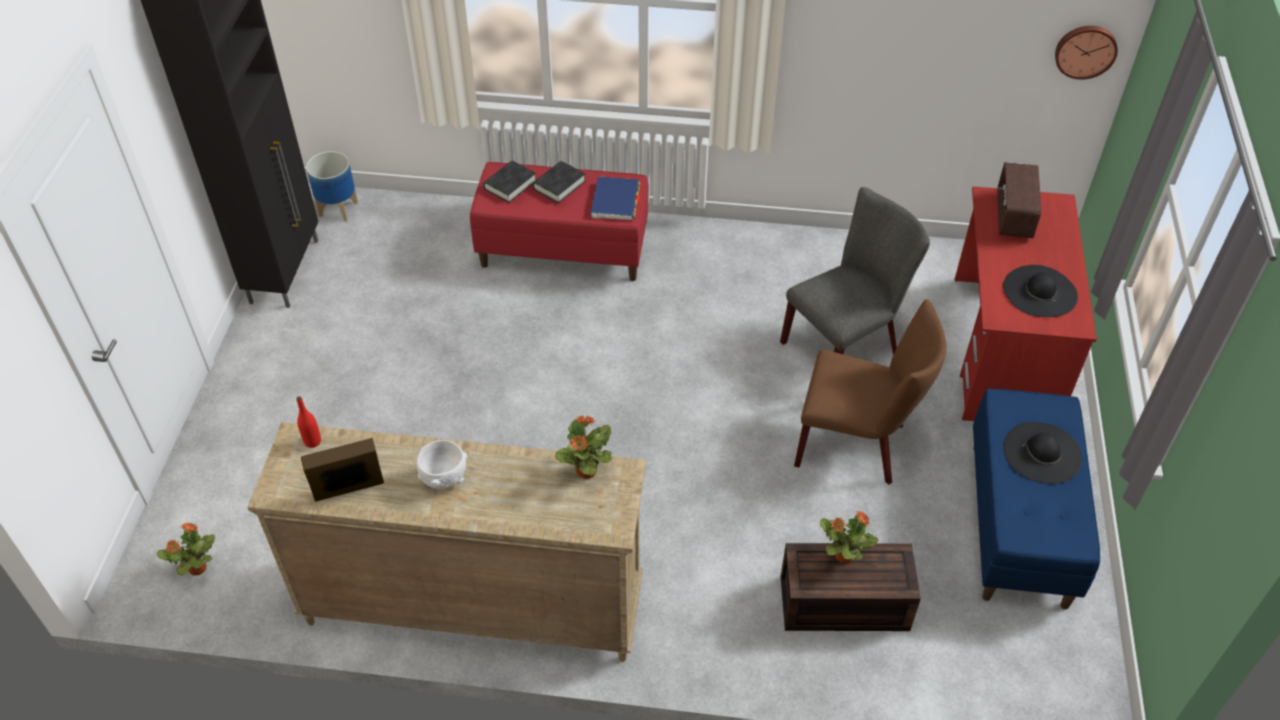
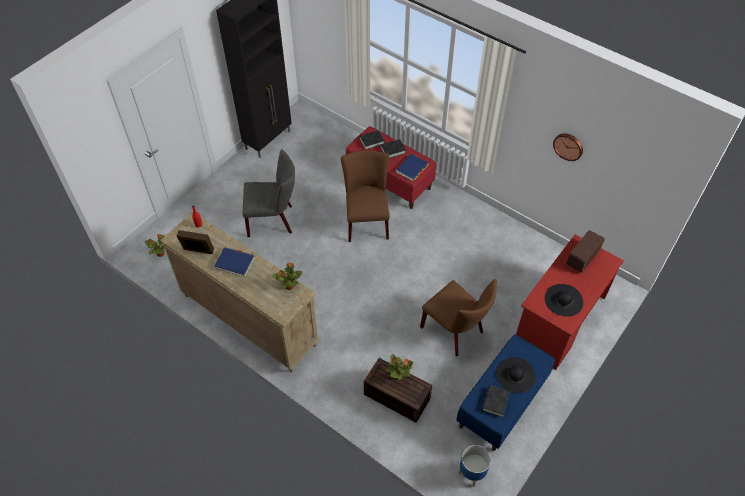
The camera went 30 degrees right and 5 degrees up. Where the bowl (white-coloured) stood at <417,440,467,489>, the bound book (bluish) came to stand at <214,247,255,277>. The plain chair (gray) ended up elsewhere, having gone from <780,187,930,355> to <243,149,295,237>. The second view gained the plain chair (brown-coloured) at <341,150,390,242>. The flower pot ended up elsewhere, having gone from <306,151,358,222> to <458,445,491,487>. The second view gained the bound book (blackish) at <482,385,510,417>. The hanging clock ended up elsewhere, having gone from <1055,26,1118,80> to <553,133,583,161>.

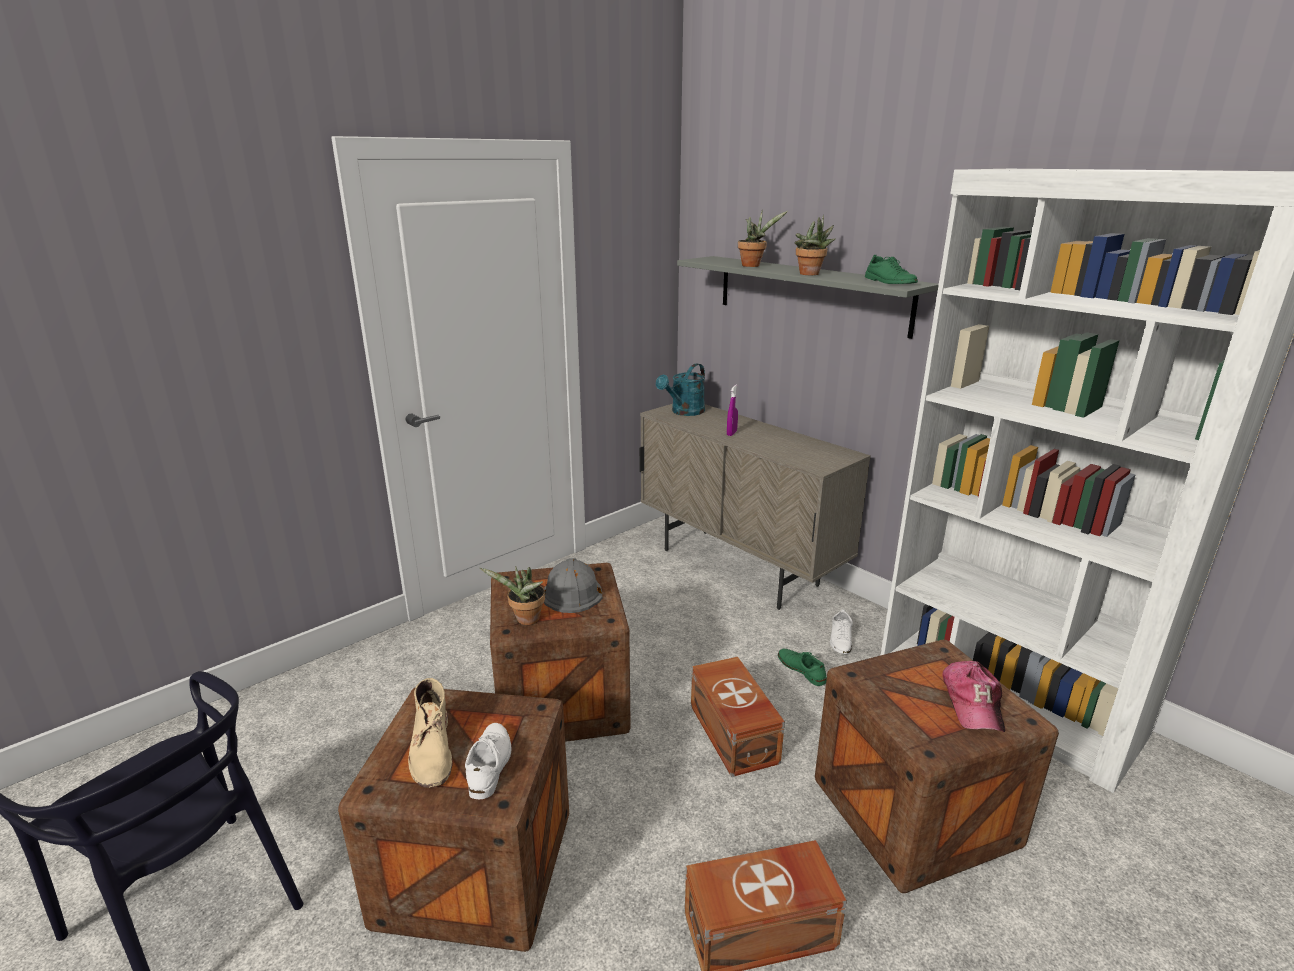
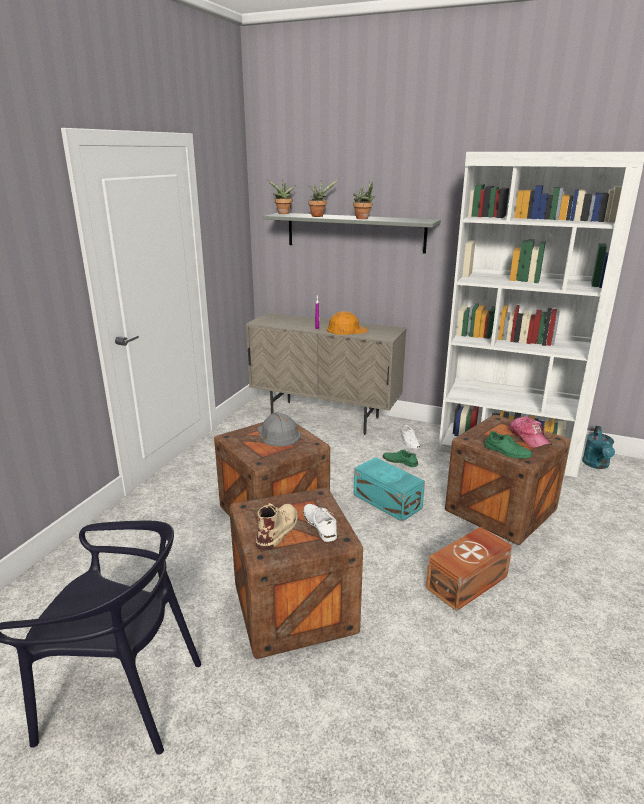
The camera went 25 degrees left and 0 degrees up. The boot (beige) at <408,678,452,788> ended up facing another way, 120 degrees counterclockwise from before. The houseplant ended up elsewhere, having gone from <480,566,545,625> to <267,179,295,214>. The second view gained the work helmet (orange-coloured) at <327,312,368,335>. What was the storage box (brown-coloured) at <691,657,785,777> turned into the storage box (turquoise) at <354,457,425,522>. The low shoe (greenish) ended up elsewhere, having gone from <865,255,918,284> to <484,430,532,459>. The sprinkling can (turquoise) ended up elsewhere, having gone from <656,363,705,416> to <582,426,615,469>.

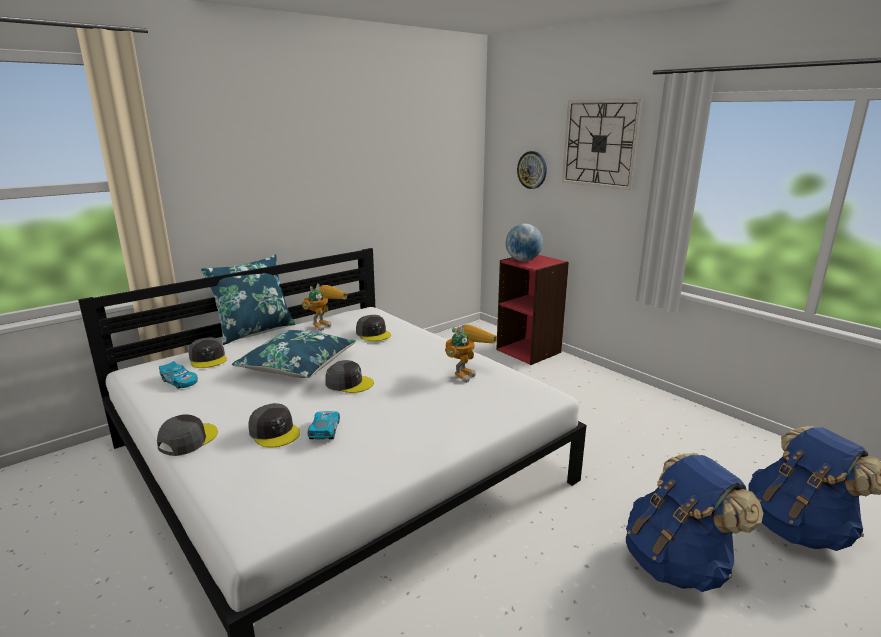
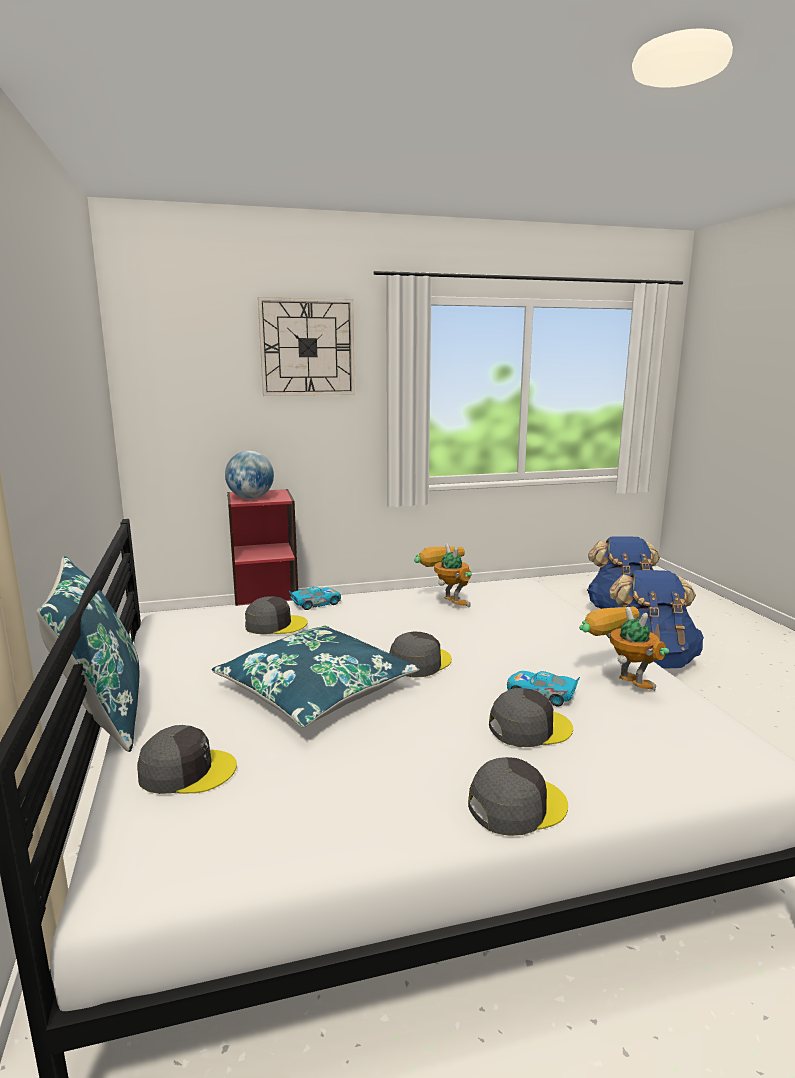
The camera went 65 degrees left and 5 degrees down. The miniature car ended up elsewhere, having gone from <159,361,198,389> to <289,587,341,610>. The cap (gray) at <157,414,218,456> ended up facing another way, 105 degrees clockwise from before. The toy robot ended up elsewhere, having gone from <302,284,347,331> to <579,606,669,691>. The second view lost the hanging clock at <517,151,547,189>.

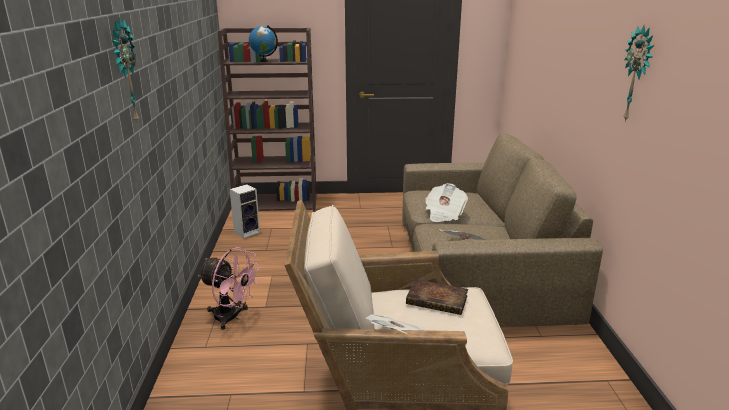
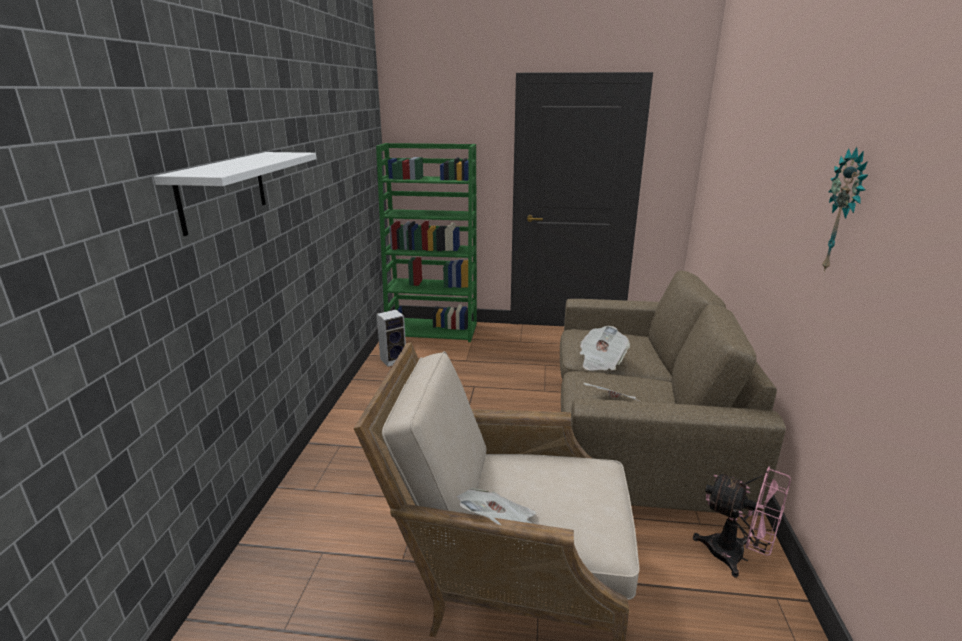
The camera went 10 degrees right and 0 degrees up. Where the hanging clock hung at <112,17,139,122>, the shelf (white-coloured) came to hang at <153,152,317,236>. What was the bookshelf (brown-coloured) at <218,28,317,212> turned into the bookshelf (greenish) at <376,143,477,342>. The fan (pinkish) ended up elsewhere, having gone from <198,247,261,330> to <693,466,791,578>. The second view lost the desk globe at <249,25,278,62>. The second view lost the bound book at <406,279,468,315>.

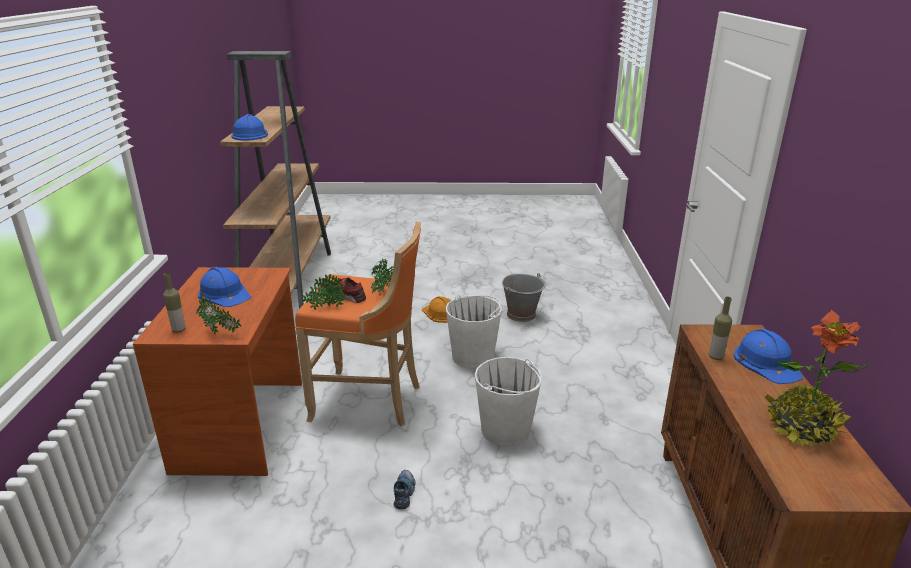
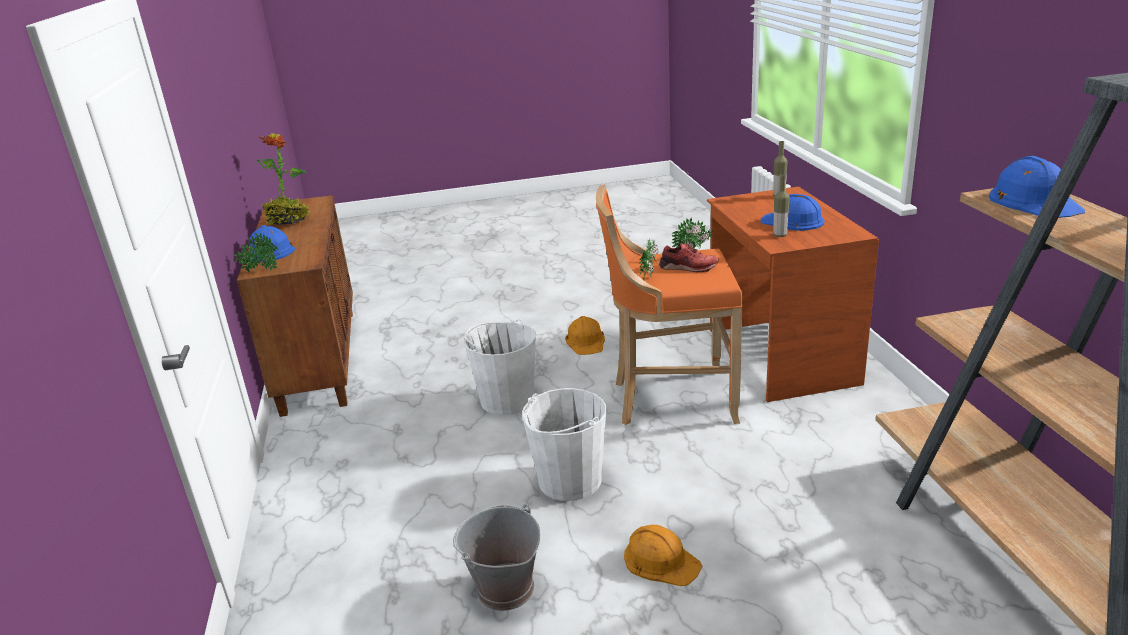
The camera went 170 degrees right and 0 degrees up. The houseplant ended up elsewhere, having gone from <196,297,242,334> to <234,233,278,272>. Where the low shoe stood at <393,470,416,509>, the work helmet (orange-coloured) came to stand at <565,316,605,355>. The bottle ended up elsewhere, having gone from <709,297,732,360> to <773,174,790,237>.

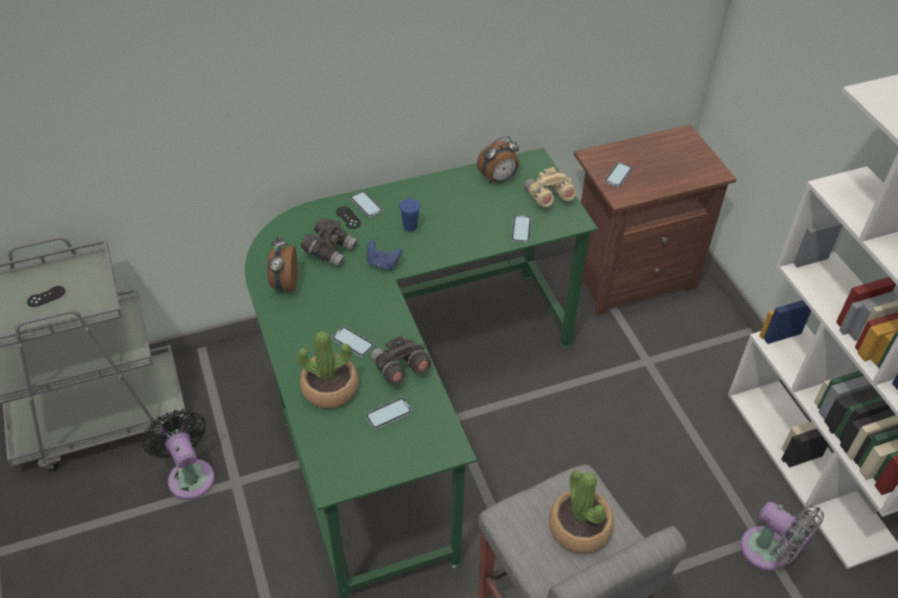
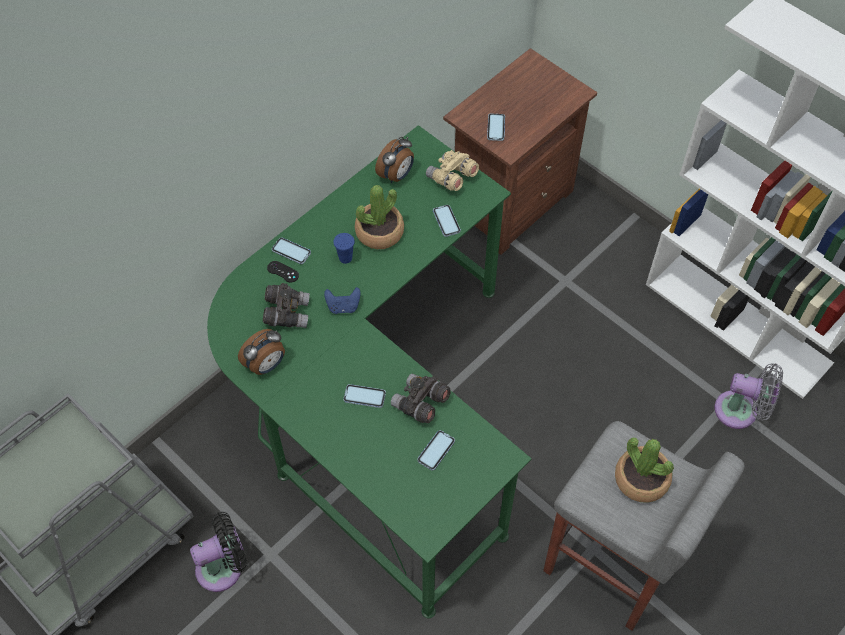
The camera went 25 degrees left and 10 degrees up. The fan (blackish) at <143,409,215,500> ended up facing another way, 120 degrees clockwise from before. The bedside clock at <267,236,297,293> ended up facing another way, 105 degrees counterclockwise from before. The houseplant ended up elsewhere, having gone from <297,331,358,409> to <355,185,404,249>. The second view lost the game controller (blackish) at <27,286,65,307>.

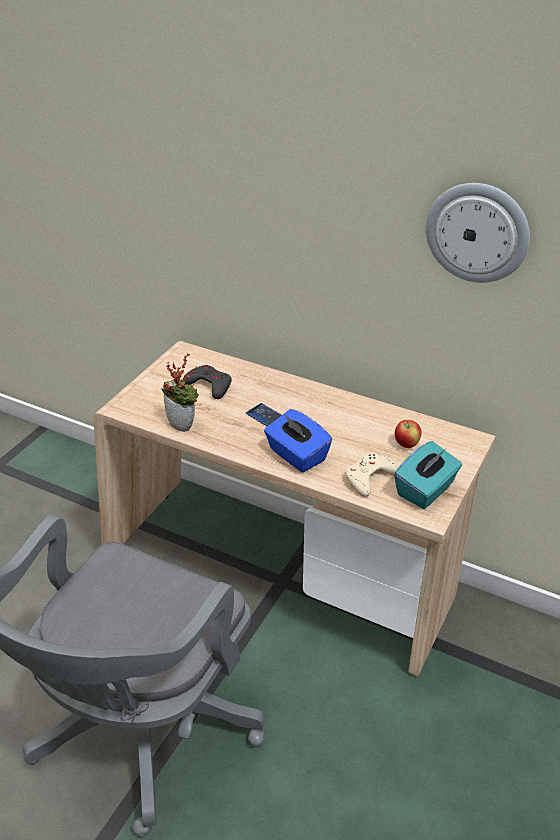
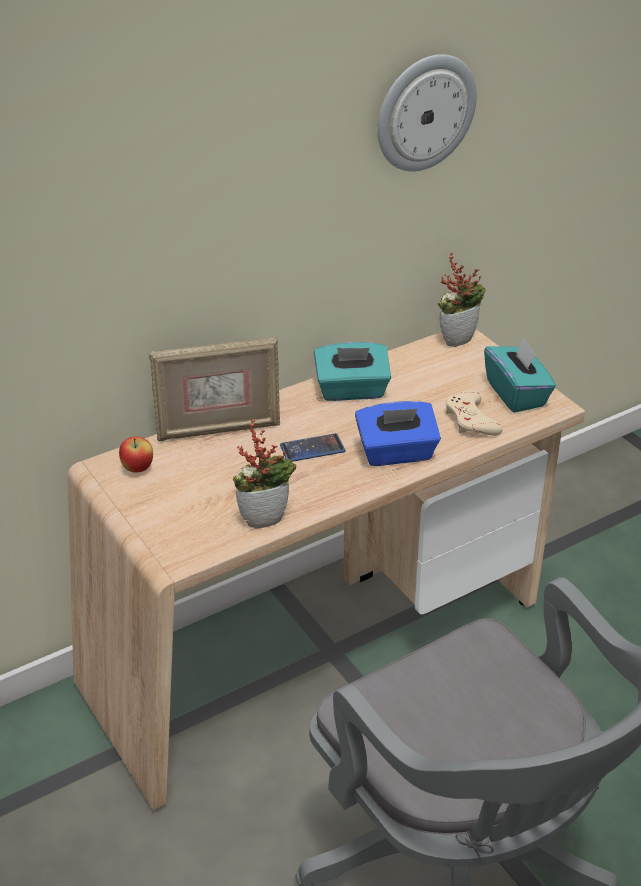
The camera went 60 degrees left and 0 degrees up. The apple fruit ended up elsewhere, having gone from <395,420,422,448> to <119,436,153,473>. The second view gained the picture frame at <149,338,280,441>. The second view gained the box of tissues (turquoise) at <314,342,391,401>. The second view gained the houseplant at <438,253,485,347>. The second view lost the game controller (gray) at <183,365,232,399>.

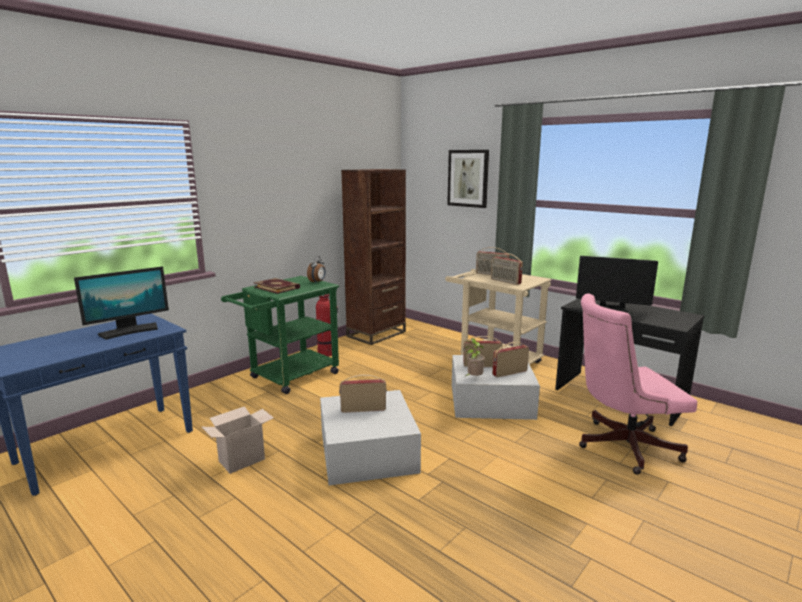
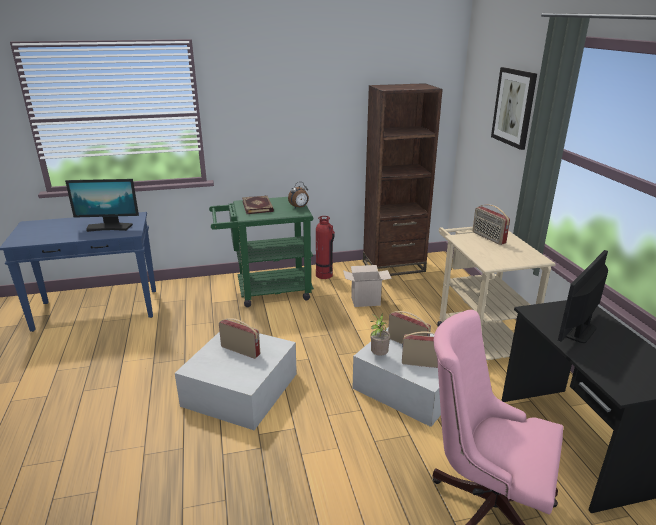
The camera went 35 degrees right and 10 degrees up. The carton ended up elsewhere, having gone from <202,406,274,474> to <343,265,392,307>. The monitor at <576,256,658,313> ended up facing another way, 75 degrees clockwise from before. The second view lost the radio receiver at <491,253,523,285>.

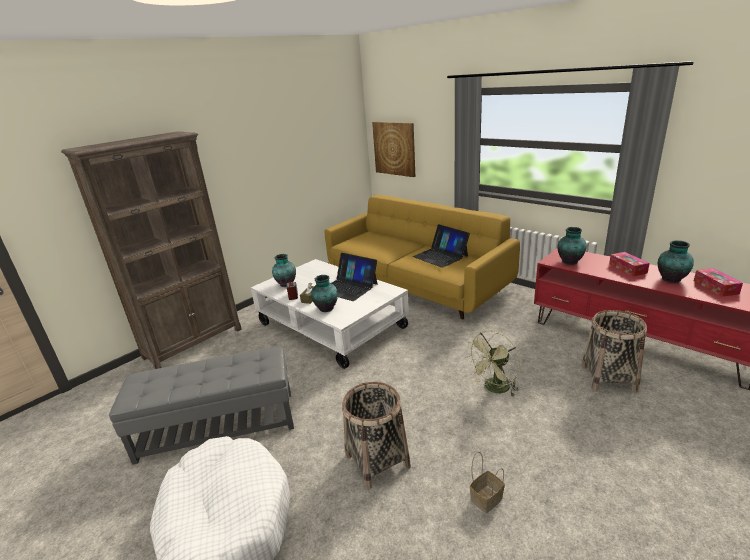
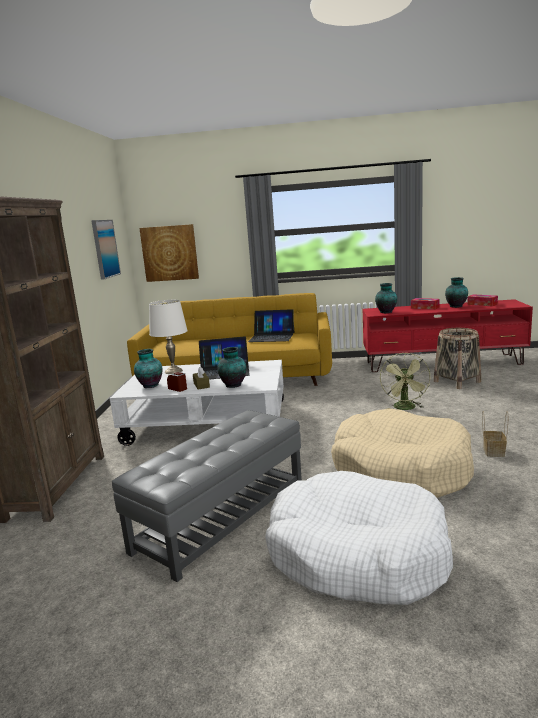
The camera went 40 degrees left and 10 degrees down. The second view gained the picture at <91,220,121,280>. The second view gained the tabletop lamp (white-coloured) at <149,300,188,374>. Where the storage basket stood at <342,382,411,490>, the pet bed (beige) came to stand at <331,409,474,498>.

